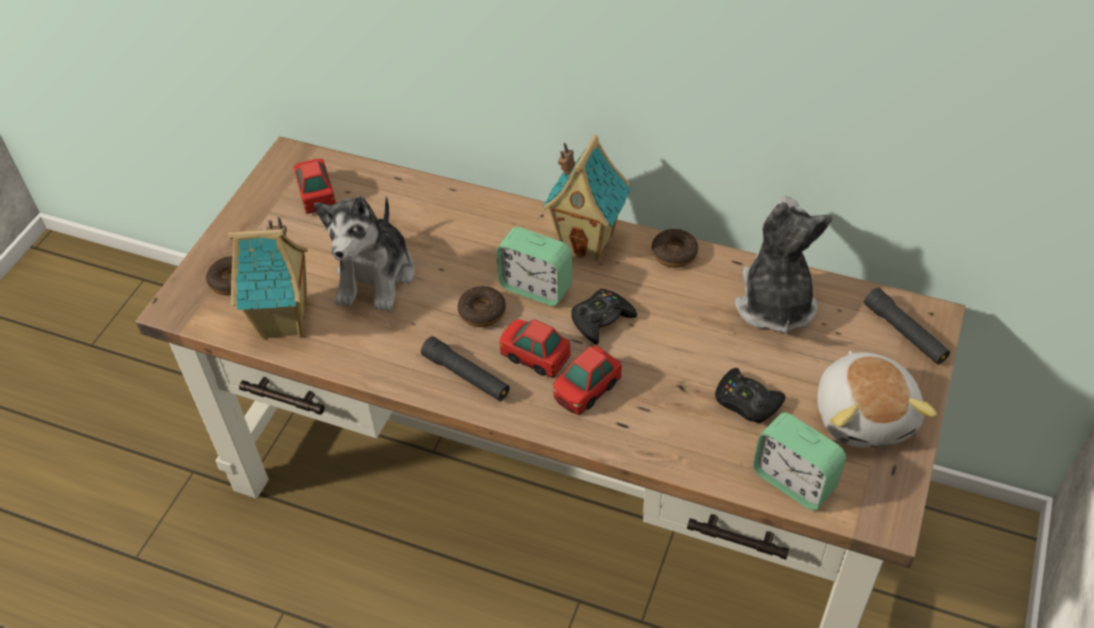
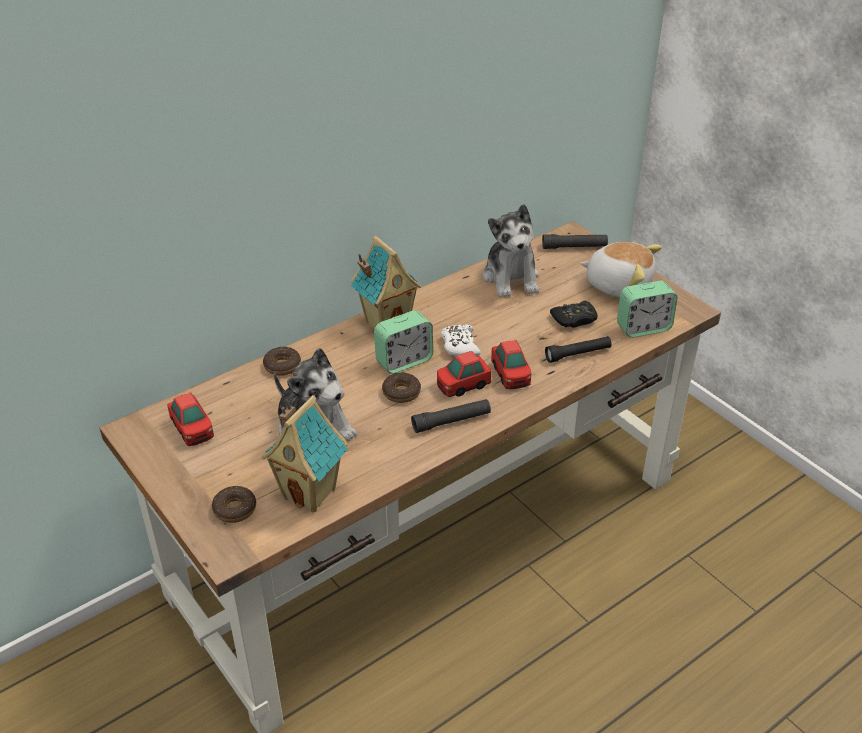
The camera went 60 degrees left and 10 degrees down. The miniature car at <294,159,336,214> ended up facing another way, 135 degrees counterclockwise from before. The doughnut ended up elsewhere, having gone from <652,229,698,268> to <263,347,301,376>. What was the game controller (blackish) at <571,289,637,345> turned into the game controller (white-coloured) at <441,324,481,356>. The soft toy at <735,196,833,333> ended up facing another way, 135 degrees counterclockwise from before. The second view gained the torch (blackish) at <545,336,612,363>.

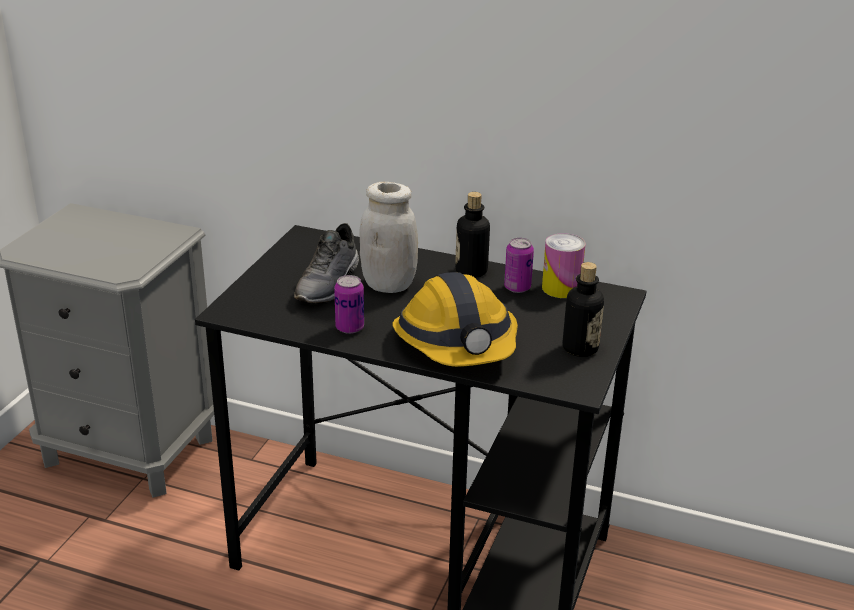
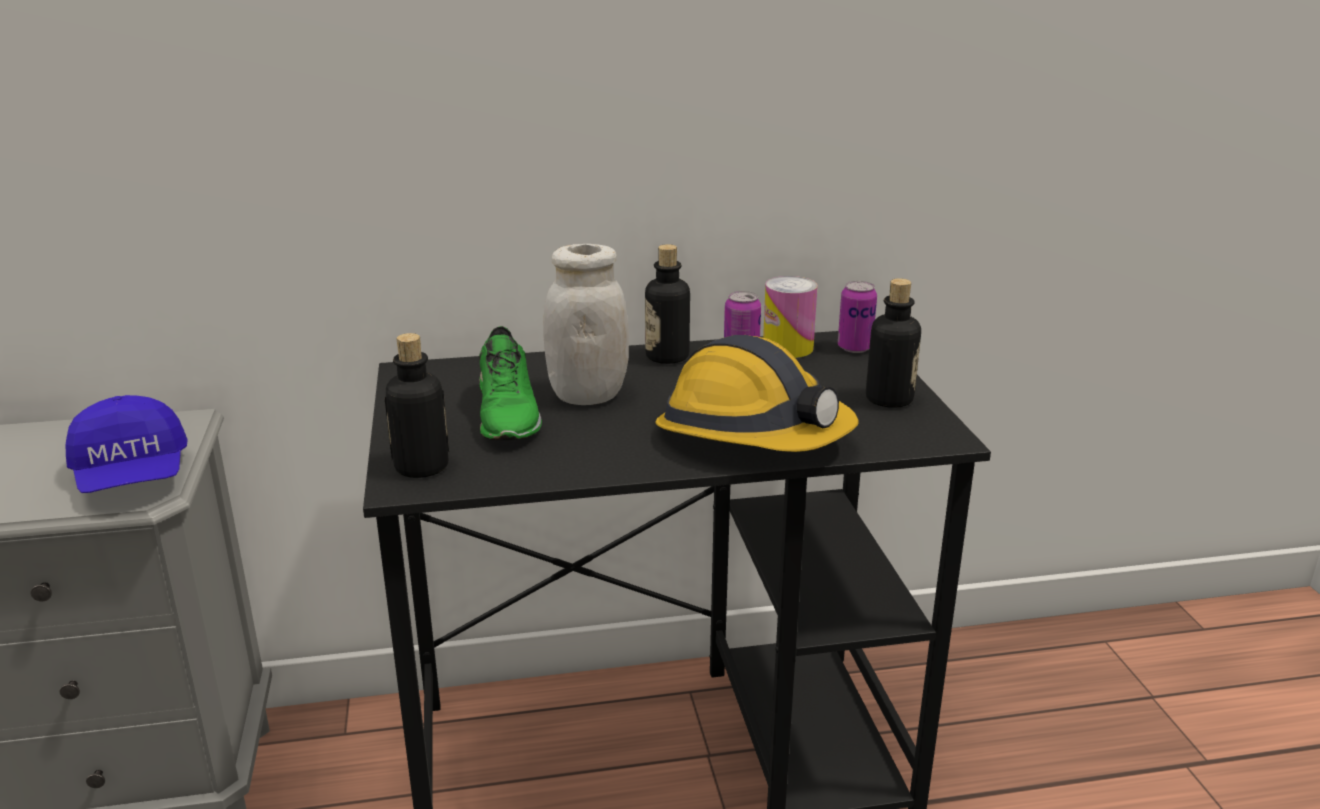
The camera went 30 degrees left and 5 degrees down. The second view gained the cap (bluish) at <66,395,188,493>. The second view gained the bottle at <385,333,449,478>. What was the low shoe (gray) at <294,223,359,303> turned into the low shoe (greenish) at <479,326,542,440>. The metal can ended up elsewhere, having gone from <334,275,364,334> to <838,281,877,353>.

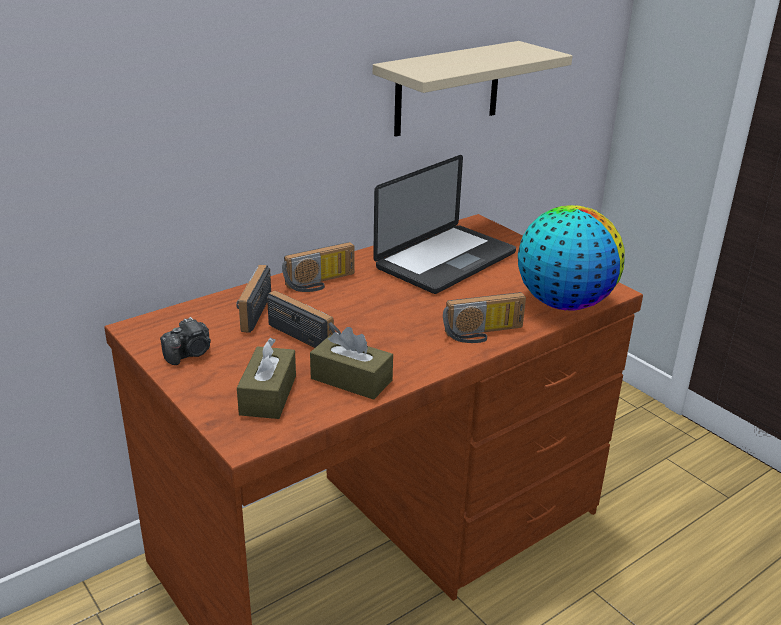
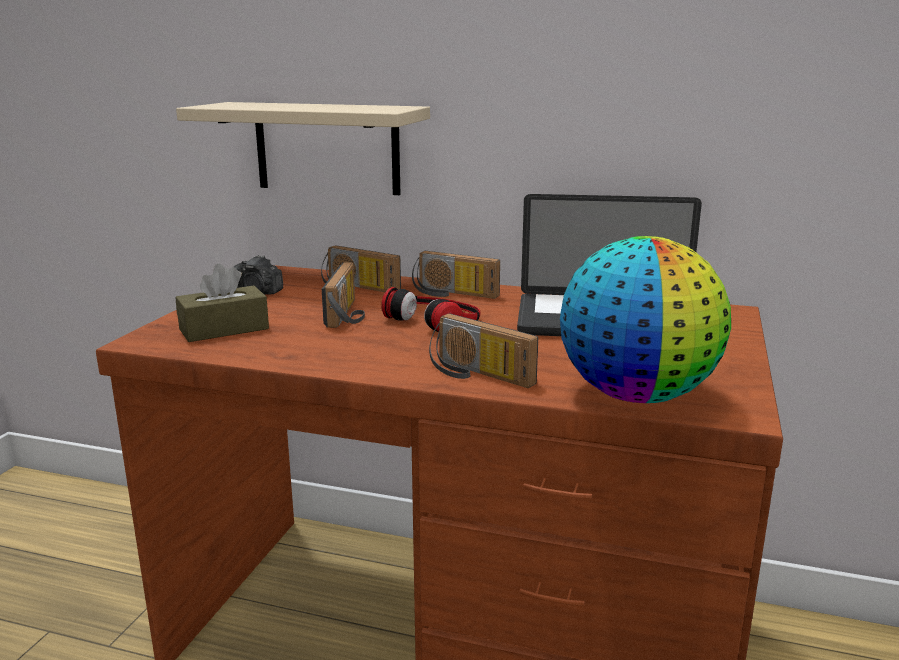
The camera went 55 degrees right and 10 degrees down. The shelf (beige) ended up elsewhere, having gone from <373,41,572,137> to <176,102,430,195>. The radio receiver at <237,265,271,333> ended up facing another way, 120 degrees counterclockwise from before. The second view gained the headset at <381,287,480,332>. The second view lost the box of tissues (brown-coloured) at <310,327,393,400>.

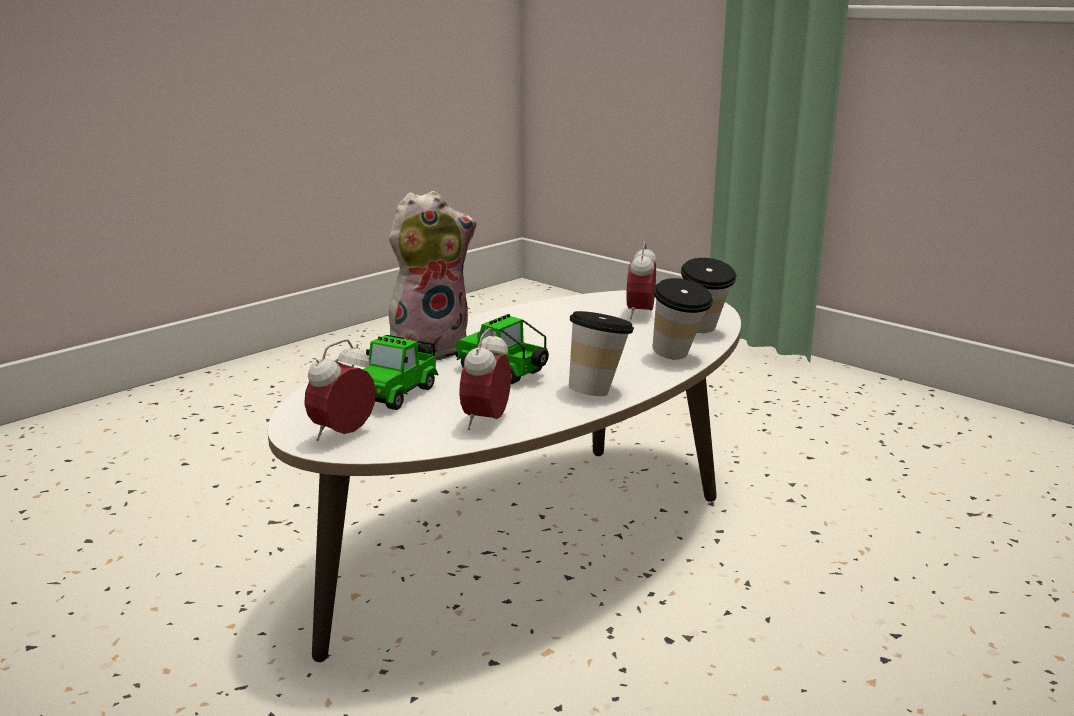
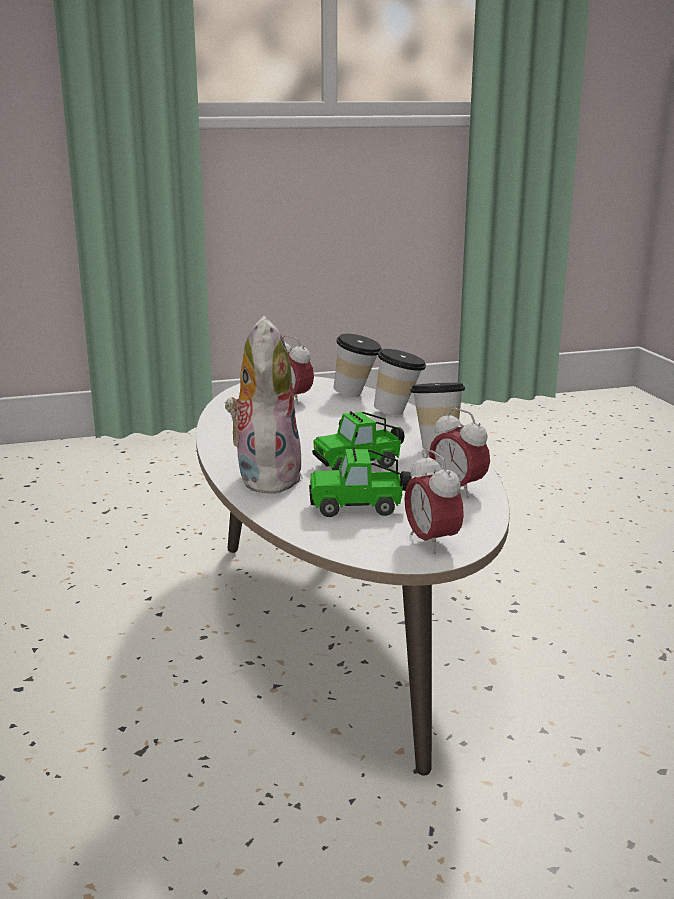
The camera went 60 degrees left and 0 degrees up. The miniature car at <363,335,439,410> ended up facing another way, 120 degrees clockwise from before.

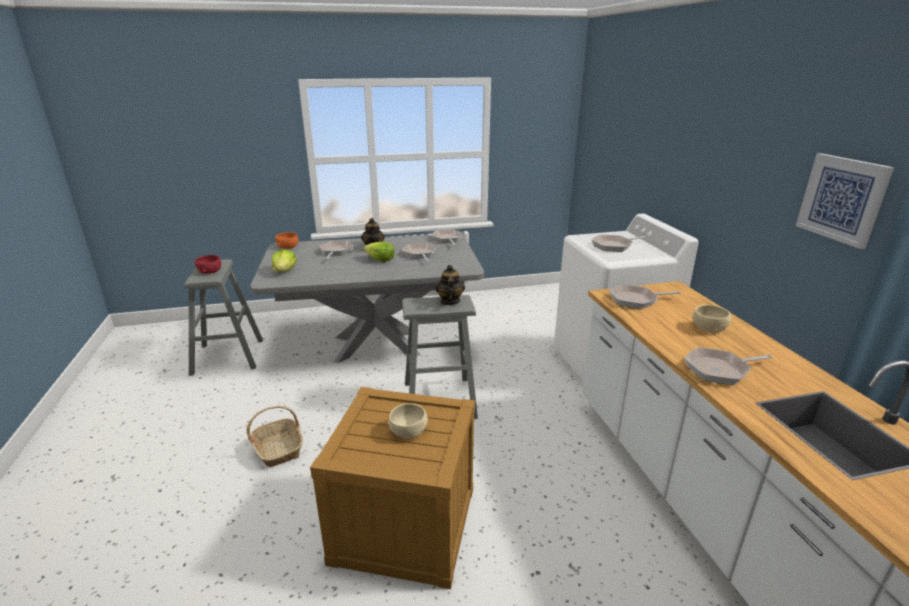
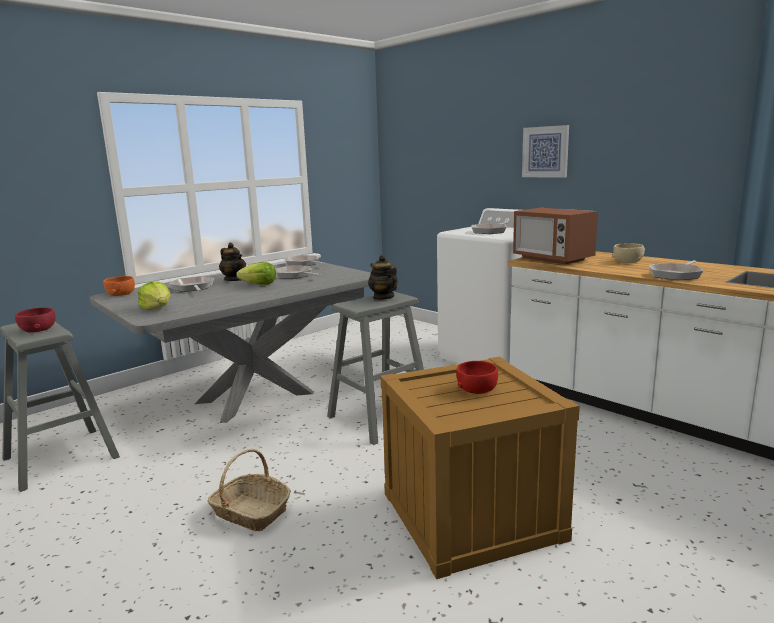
The camera went 30 degrees left and 10 degrees down. What was the bowl (beige) at <388,403,428,439> turned into the bowl (red-coloured) at <456,361,498,394>. Where the skillet stood at <609,284,681,309>, the microwave oven came to stand at <513,208,598,264>. The picture ended up elsewhere, having gone from <796,153,894,249> to <522,125,569,178>.

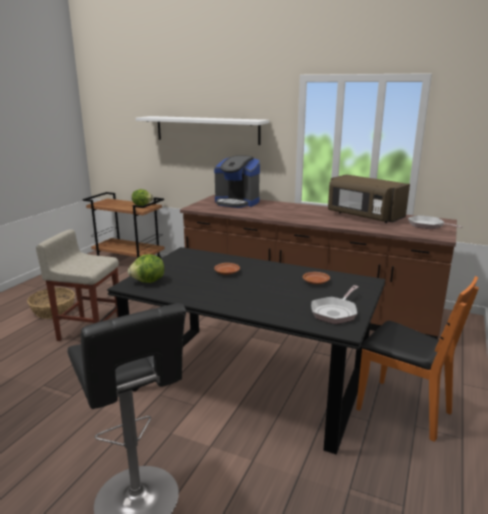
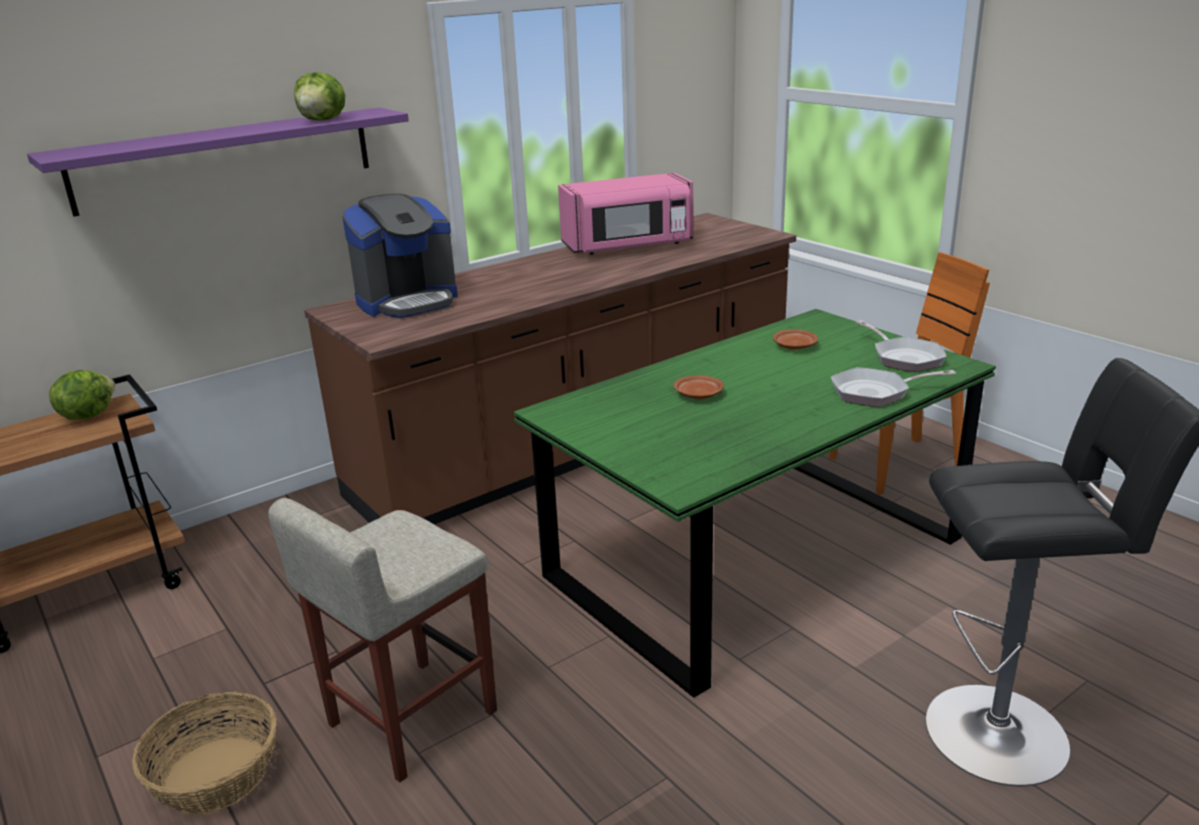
The camera went 60 degrees left and 5 degrees up. What was the shelf (white-coloured) at <136,116,269,145> turned into the shelf (purplish) at <27,107,409,217>. The head of lettuce ended up elsewhere, having gone from <128,254,164,283> to <294,72,345,121>. What was the dinner table (blackish) at <107,247,385,455> turned into the dinner table (greenish) at <514,309,996,698>. What was the microwave oven (brown-coloured) at <328,175,410,223> turned into the microwave oven (pinkish) at <558,173,693,255>. The skillet ended up elsewhere, having gone from <408,215,463,229> to <831,367,956,407>.

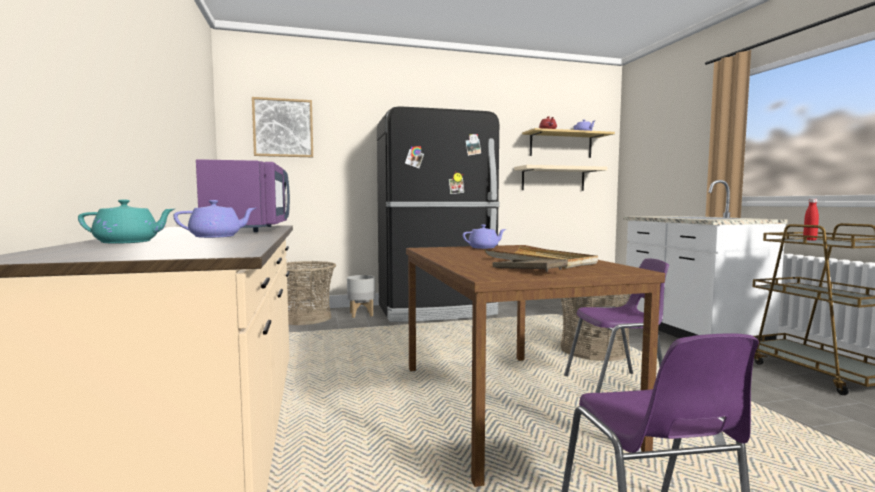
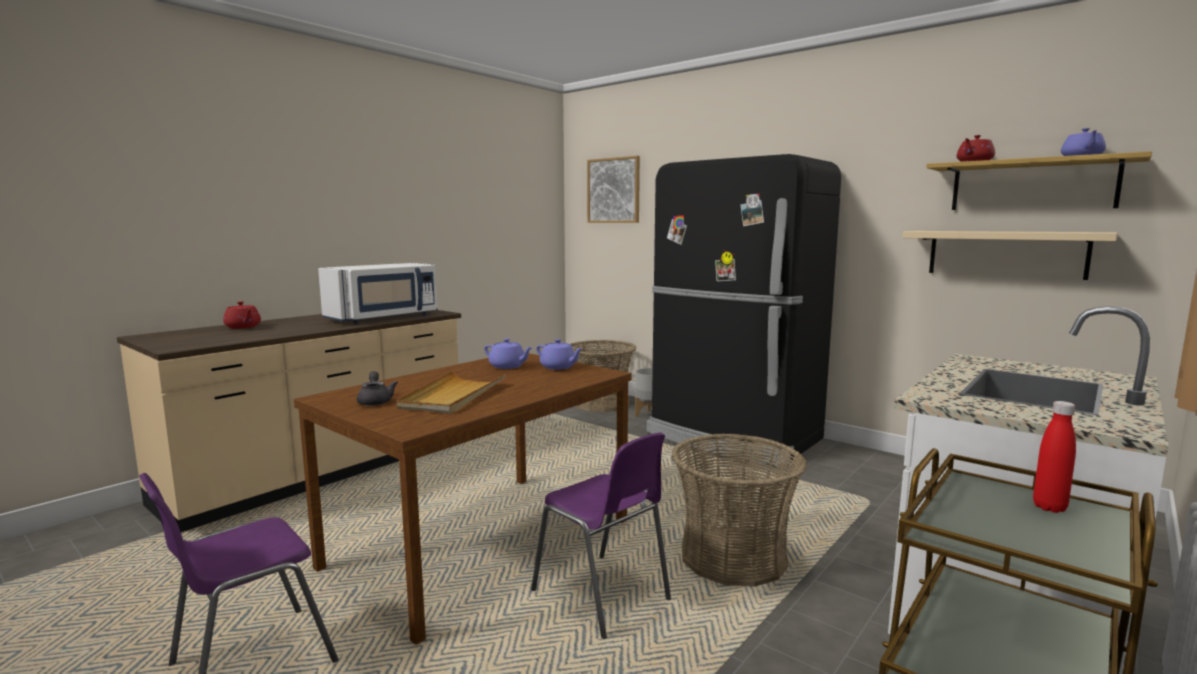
The camera went 55 degrees right and 5 degrees up. What was the teapot (turquoise) at <78,200,174,244> turned into the teapot (red-coloured) at <223,301,261,329>. What was the microwave oven (purplish) at <196,159,290,232> turned into the microwave oven (white-coloured) at <318,263,438,323>. Where the serving tray (brown-coloured) stood at <493,259,567,272>, the teapot (gray) came to stand at <357,371,398,406>. The teapot (purplish) ended up elsewhere, having gone from <173,200,256,238> to <484,338,533,369>.

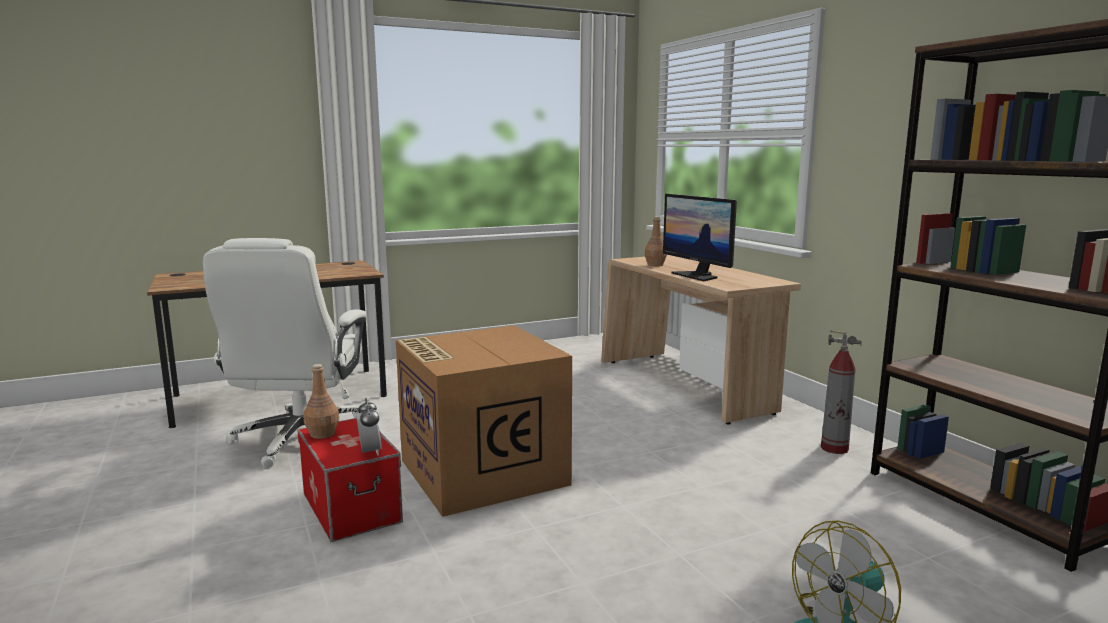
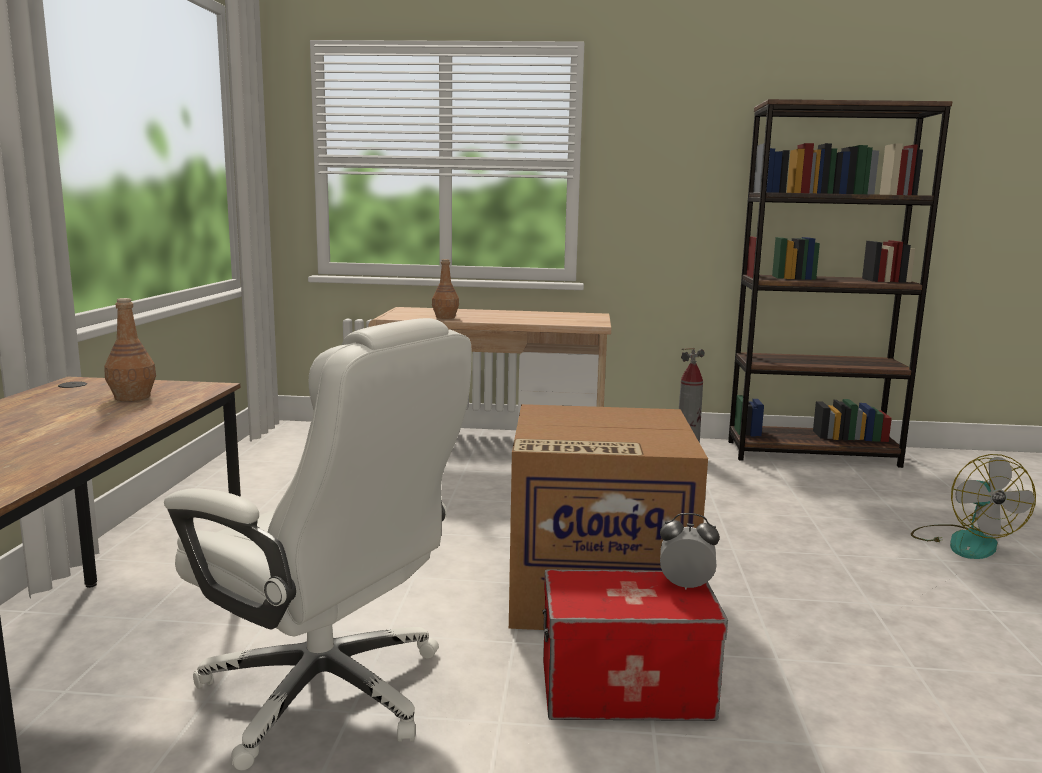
The camera went 60 degrees left and 0 degrees up. The bottle (brown-coloured) ended up elsewhere, having gone from <303,364,339,439> to <104,298,156,401>. The second view lost the monitor at <663,194,737,281>.

